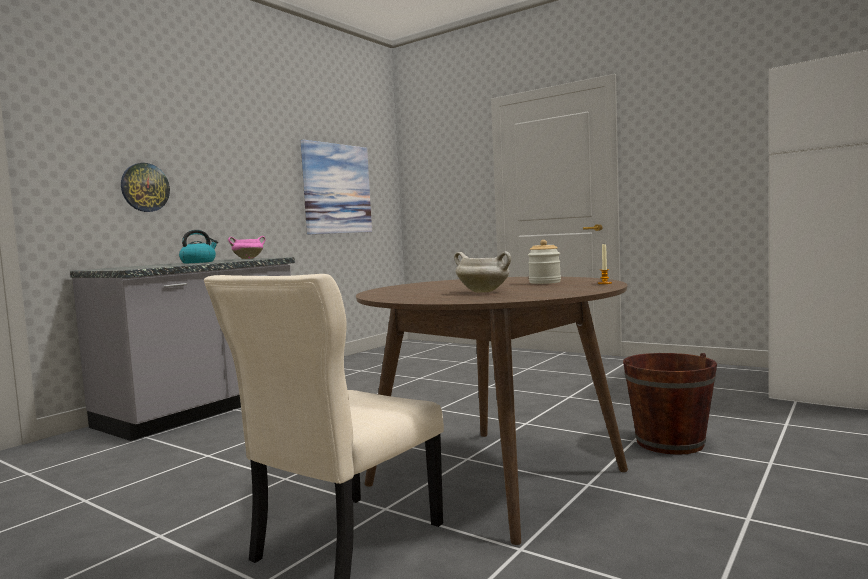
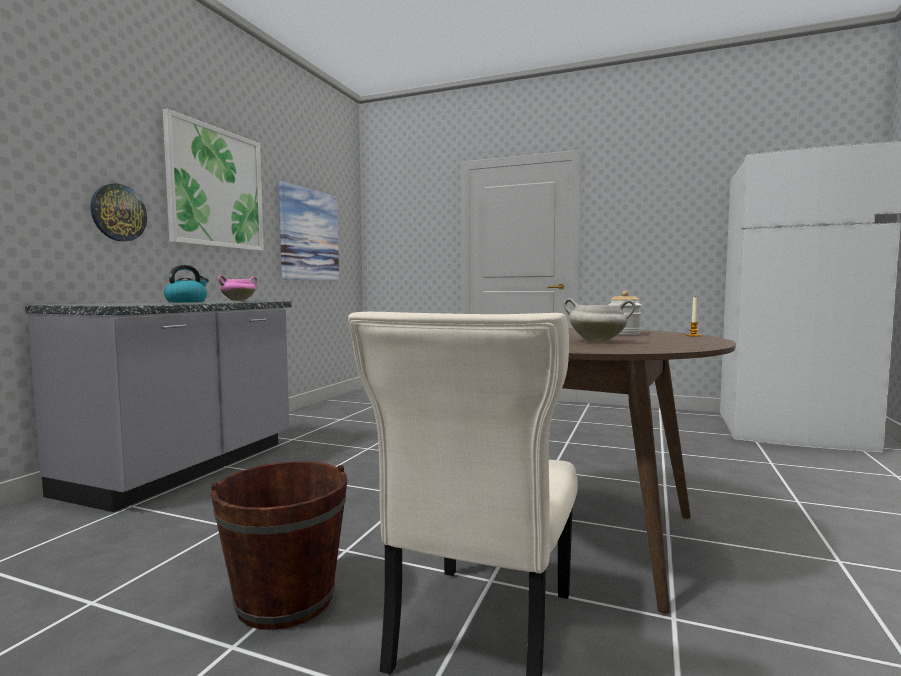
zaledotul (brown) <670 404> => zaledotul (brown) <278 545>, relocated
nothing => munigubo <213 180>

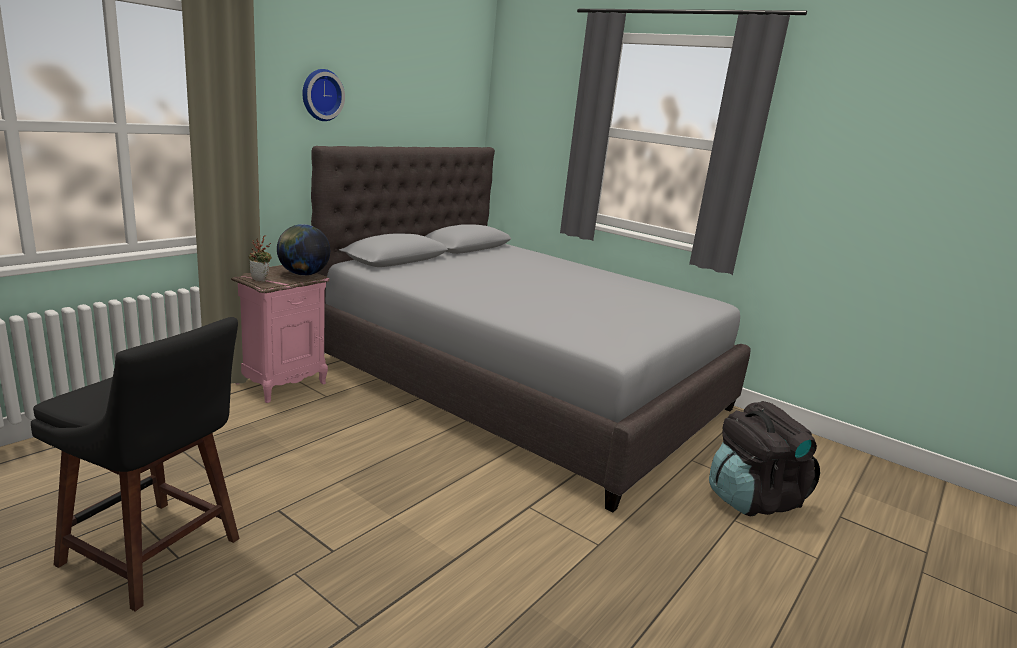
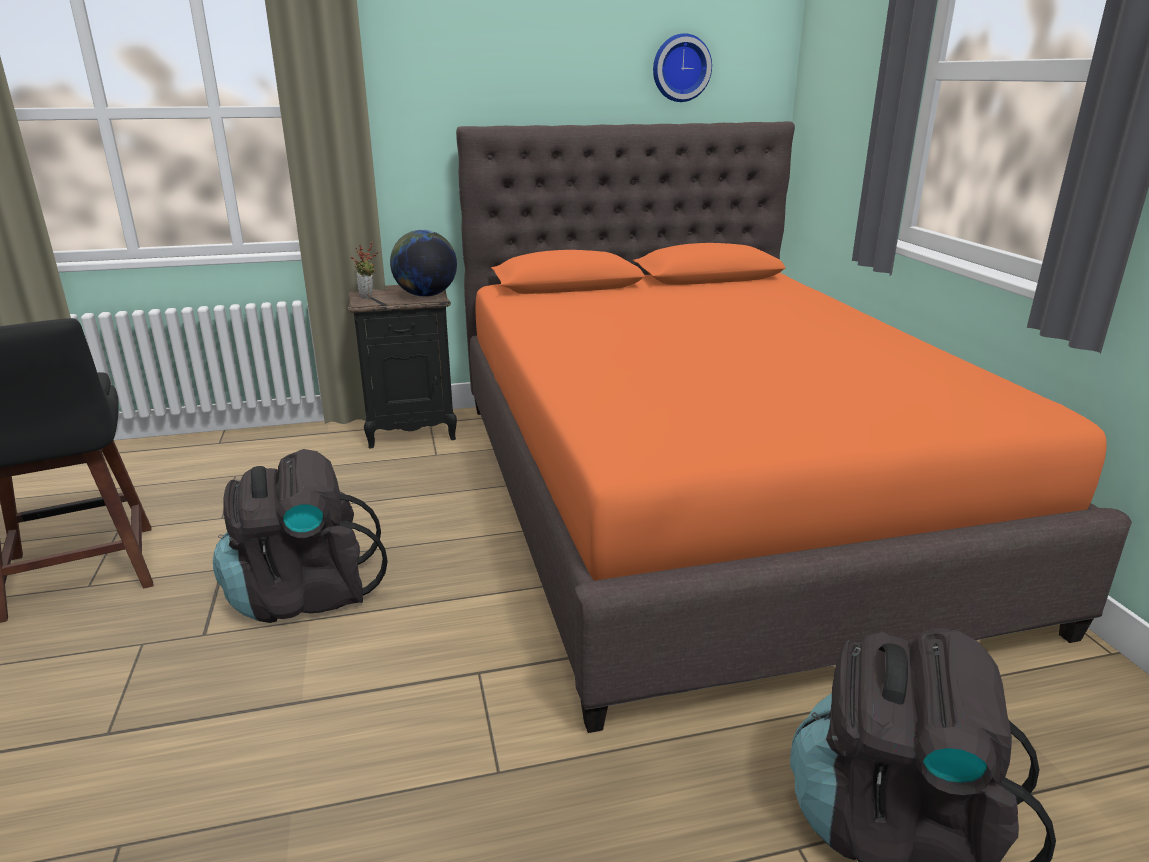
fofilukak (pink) <280 334> => fofilukak (black) <402 366>
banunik <323 95> => banunik <682 67>, relocated
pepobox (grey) <531 329> => pepobox (orange) <794 427>
nothing => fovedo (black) <300 536>

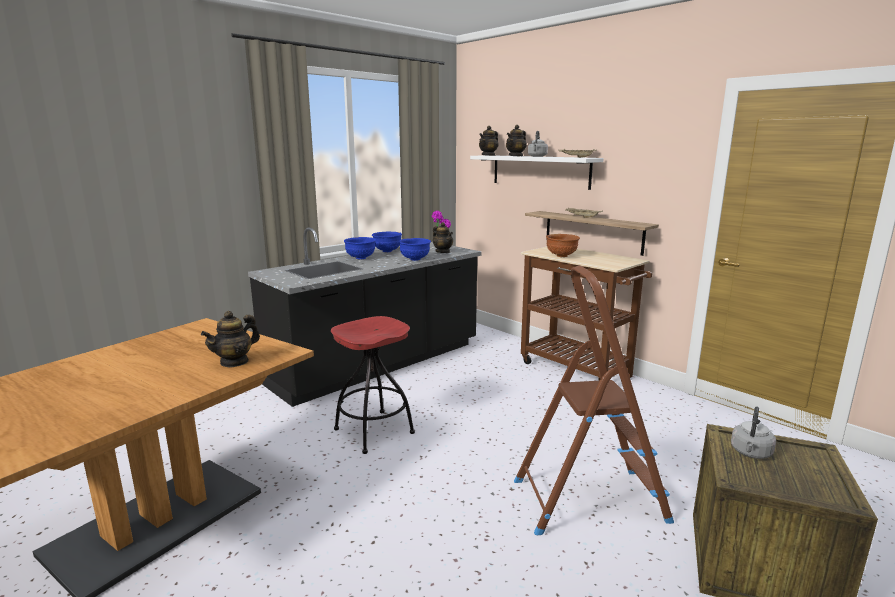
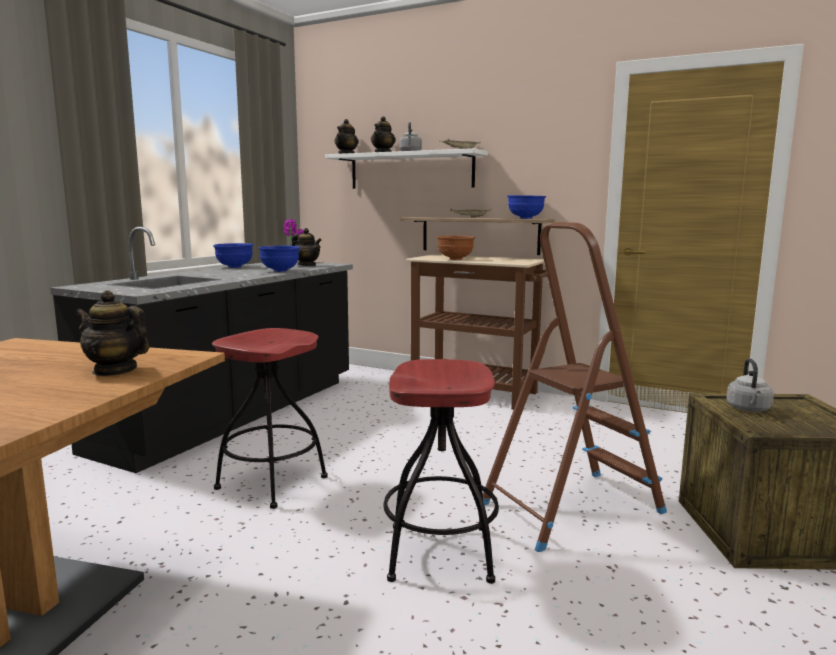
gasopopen <230 339> => gasopopen <112 333>, 90 degrees clockwise
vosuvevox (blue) <360 248> => vosuvevox (blue) <526 207>, relocated
nothing => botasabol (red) <441 471>

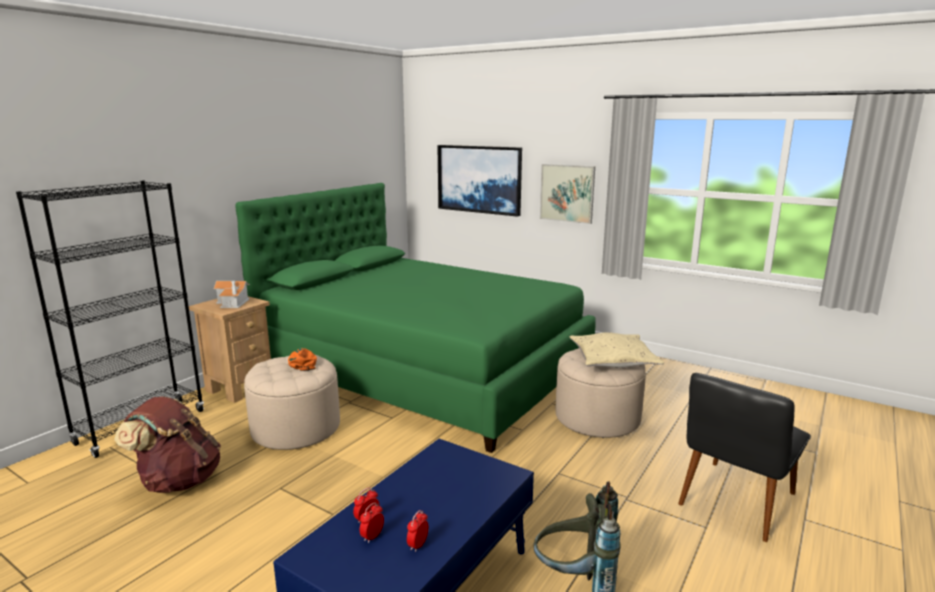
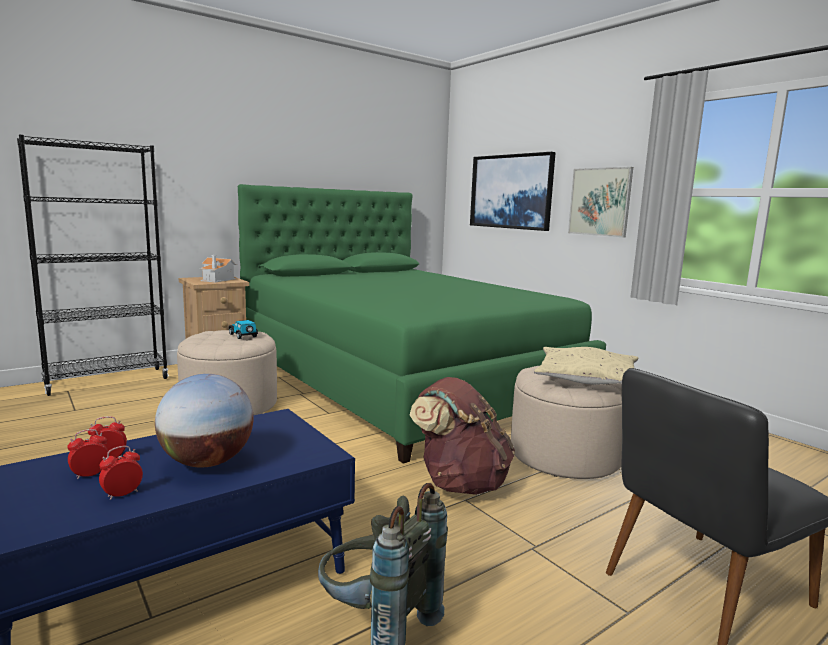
fovedo (brown) <167 444> => fovedo (brown) <462 436>, relocated
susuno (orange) <302 359> => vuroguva <243 329>
nothing => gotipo <204 421>

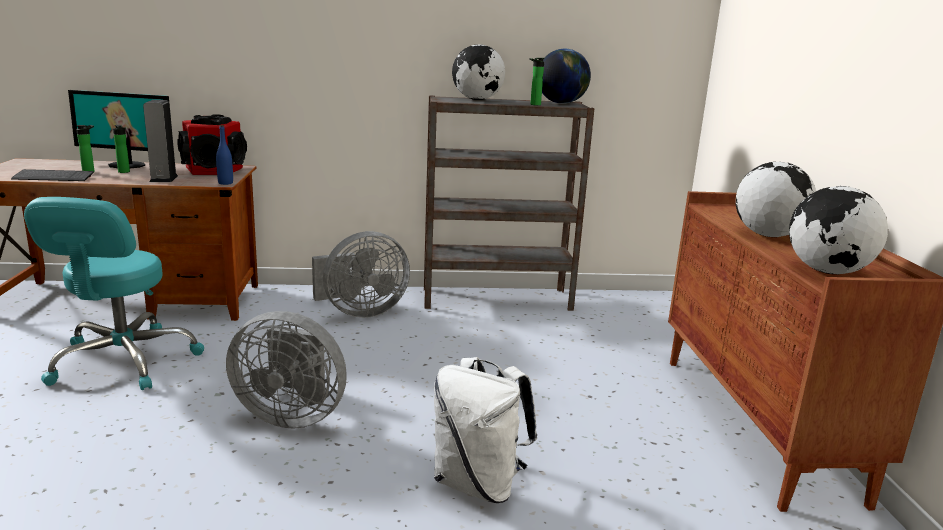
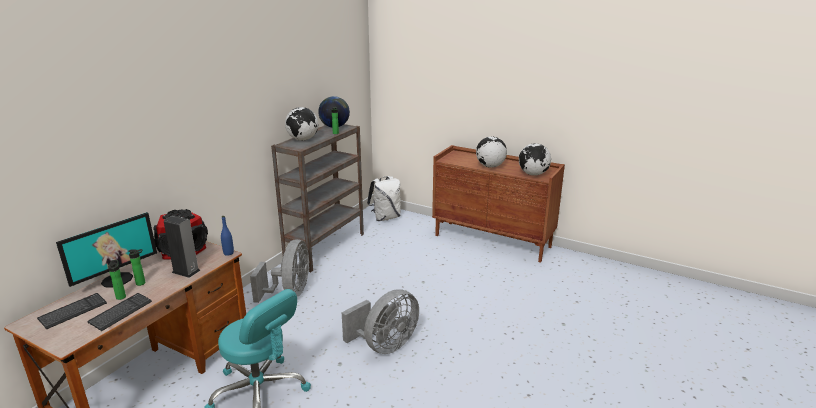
fovedo (white) <485 430> => fovedo (white) <384 198>, relocated
nothing => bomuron <72 311>

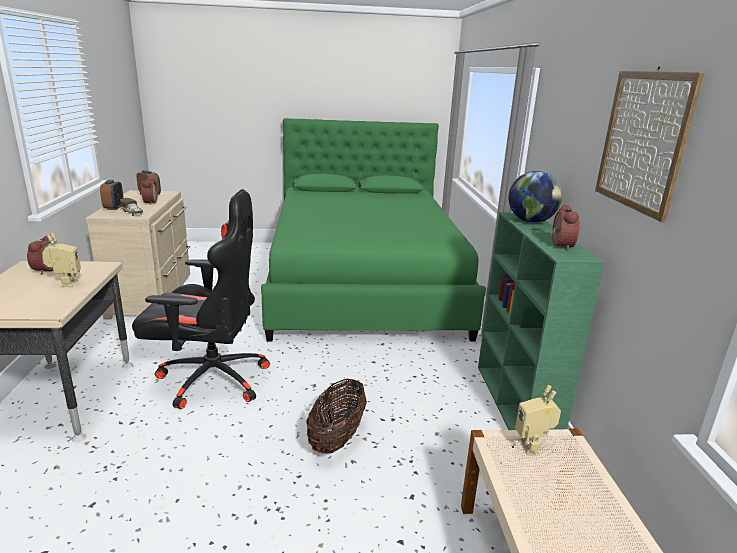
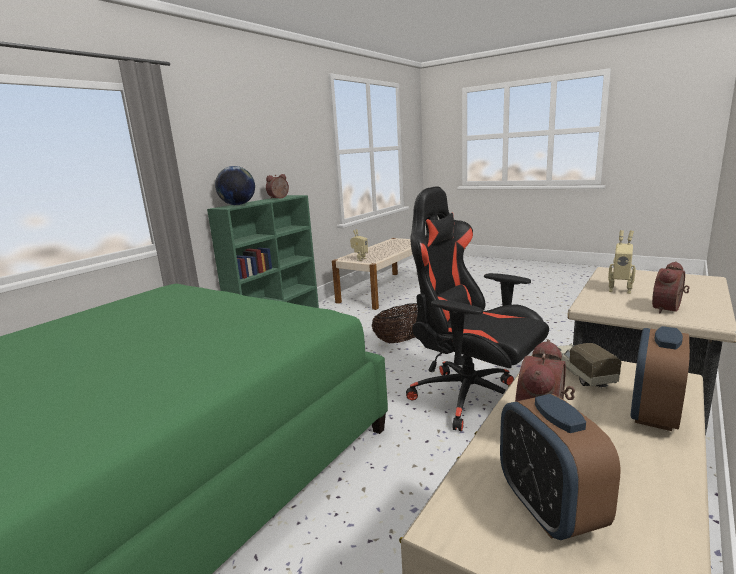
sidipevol <61 259> => sidipevol <622 262>, 90 degrees counterclockwise
munigubo <649 144> => nothing

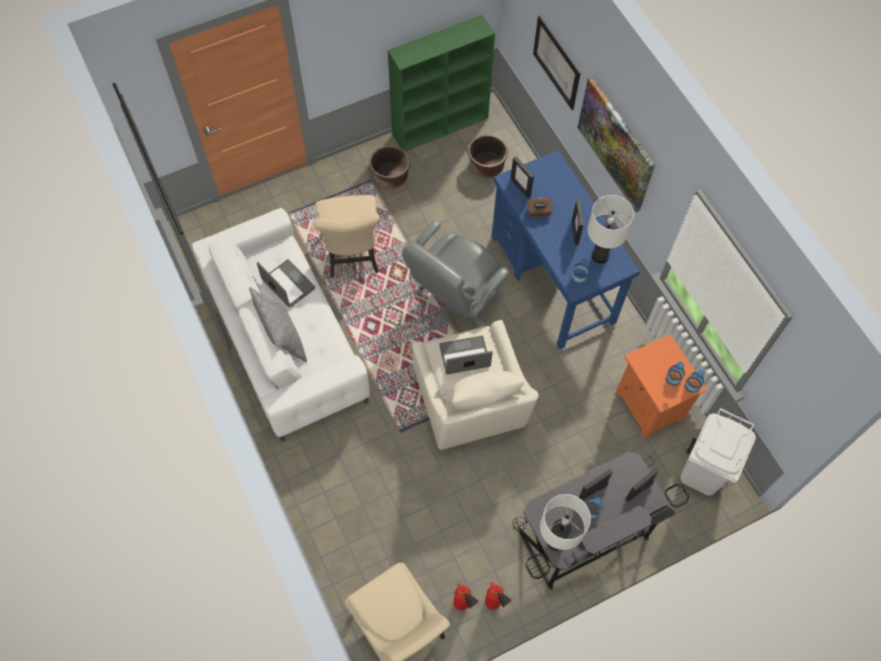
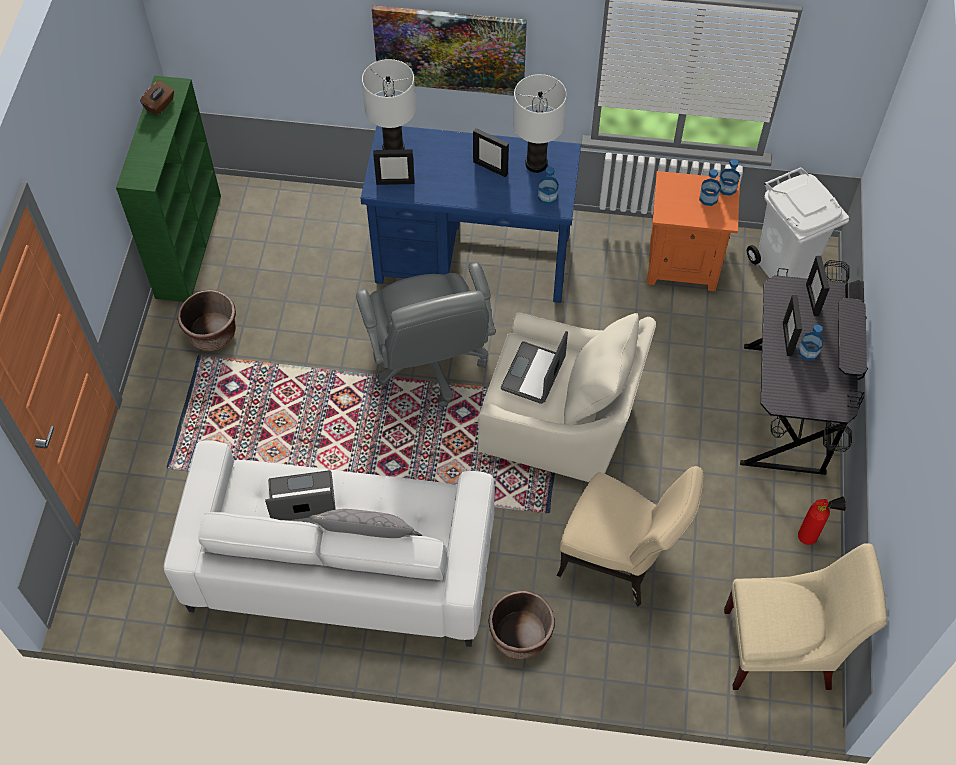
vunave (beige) <347 236> => vunave (beige) <630 536>, relocated
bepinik <466 596> => nothing
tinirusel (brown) <487 156> => tinirusel (brown) <521 624>, relocated
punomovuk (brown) <540 207> => punomovuk (brown) <157 97>, relocated
munigubo <557 62> => nothing
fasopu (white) <565 522> => fasopu (white) <389 104>, relocated

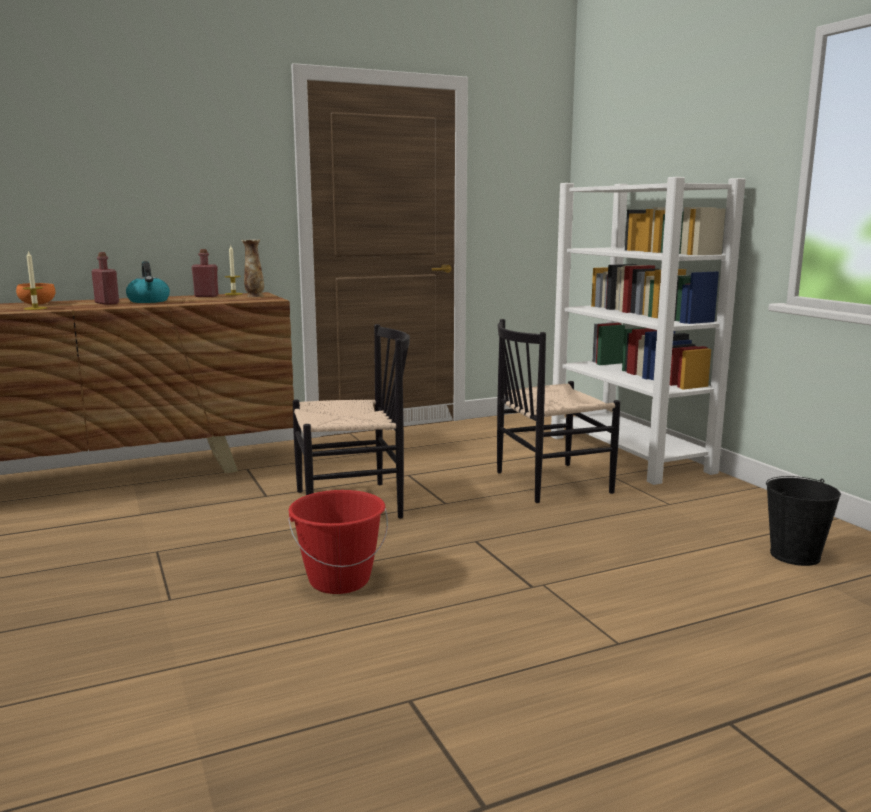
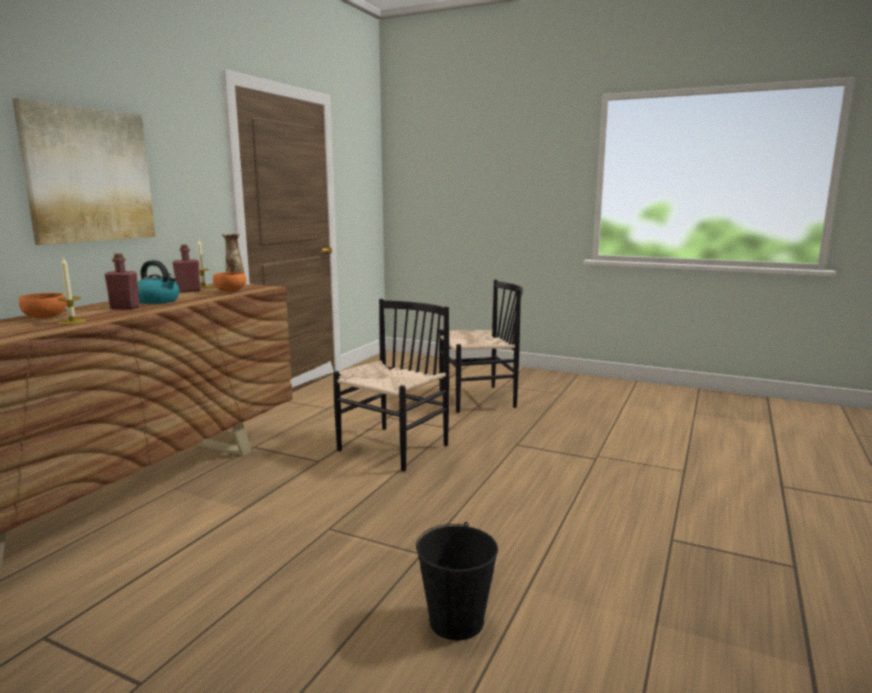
zaledotul (red) <338 542> => nothing
vunave (black) <558 411> => vunave (black) <481 346>, 135 degrees counterclockwise
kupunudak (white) <648 331> => nothing
zaledotul (black) <803 521> => zaledotul (black) <457 581>, relocated
nothing => munigubo <83 171>
nothing => vosuvevox (orange) <229 282>

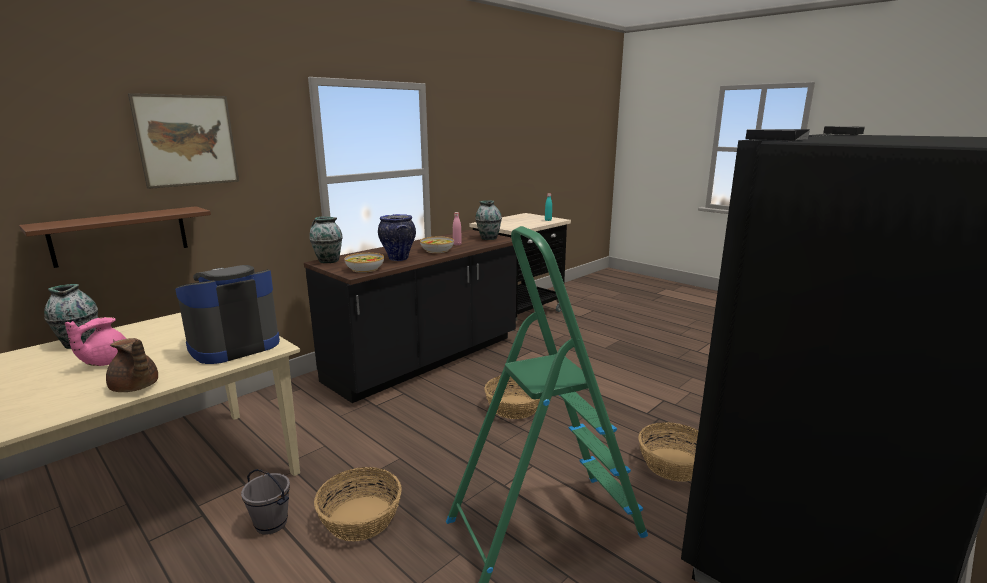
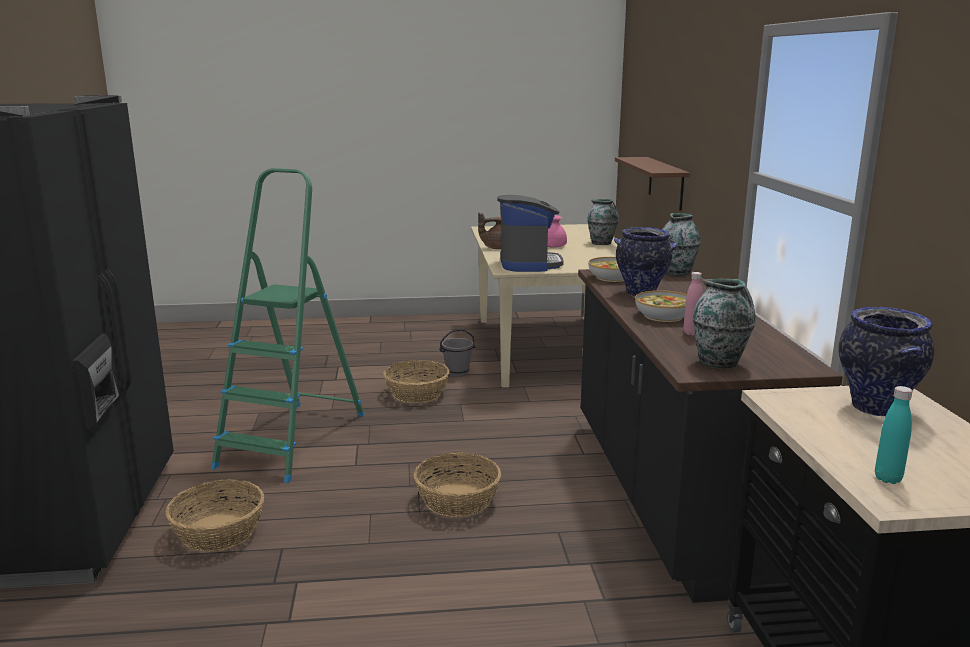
munigubo <183 141> => nothing
nothing => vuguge <886 361>

